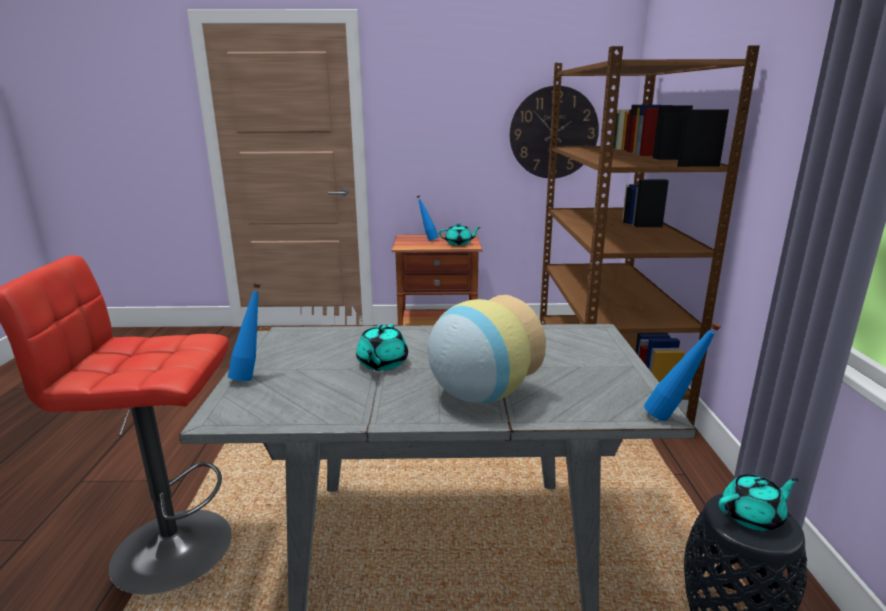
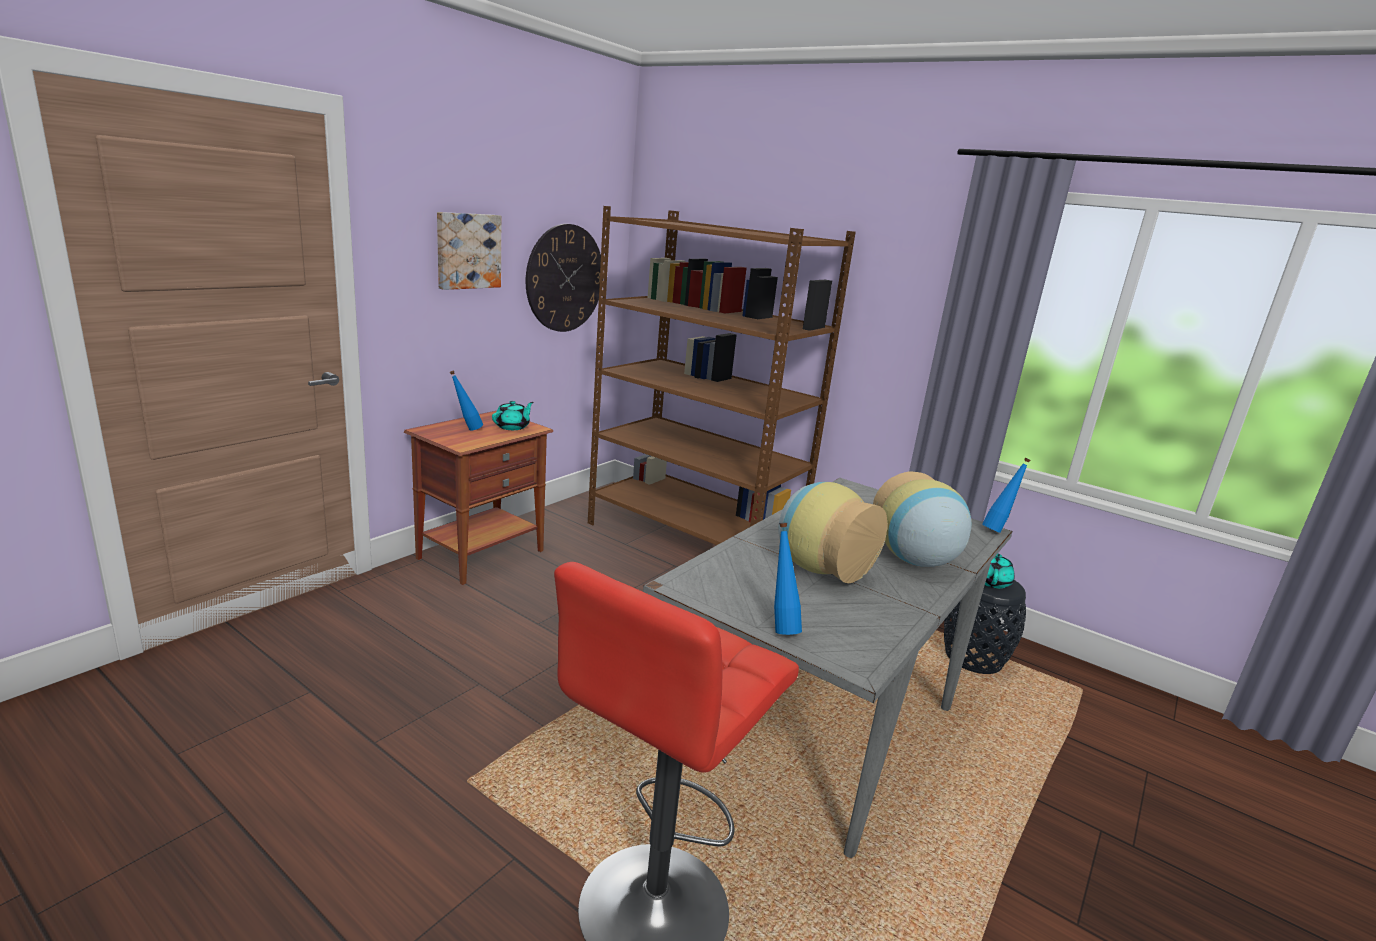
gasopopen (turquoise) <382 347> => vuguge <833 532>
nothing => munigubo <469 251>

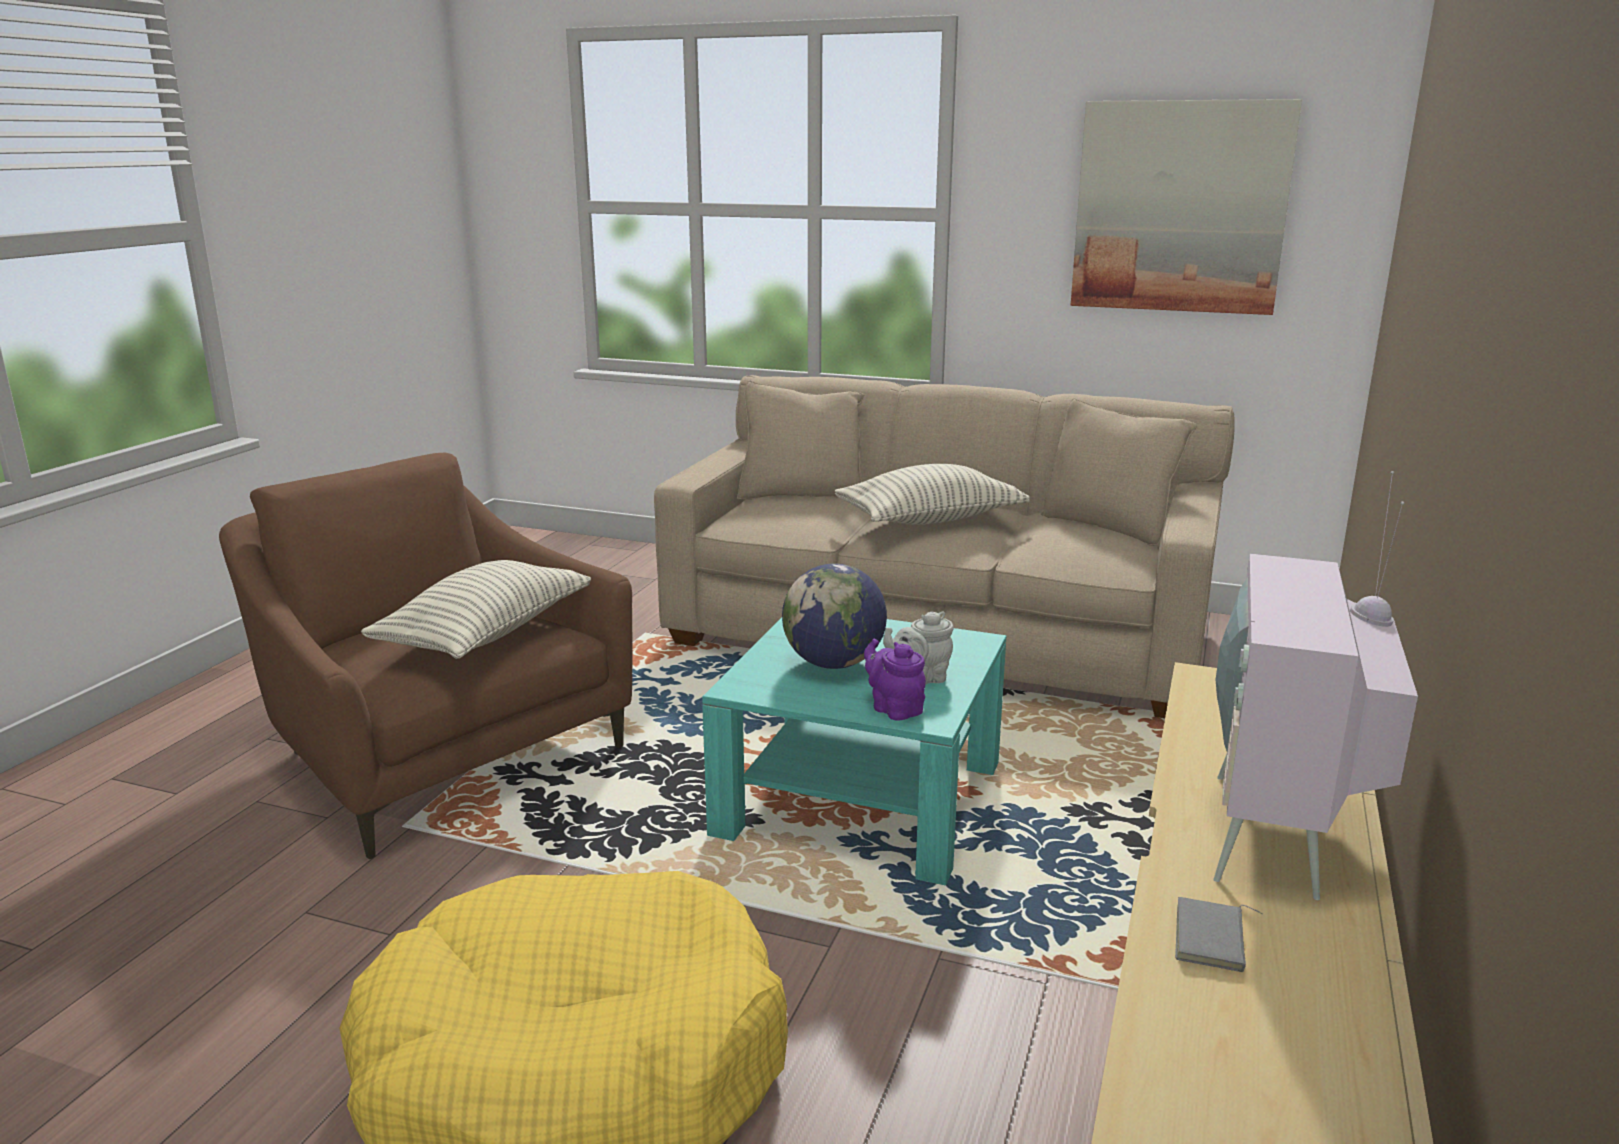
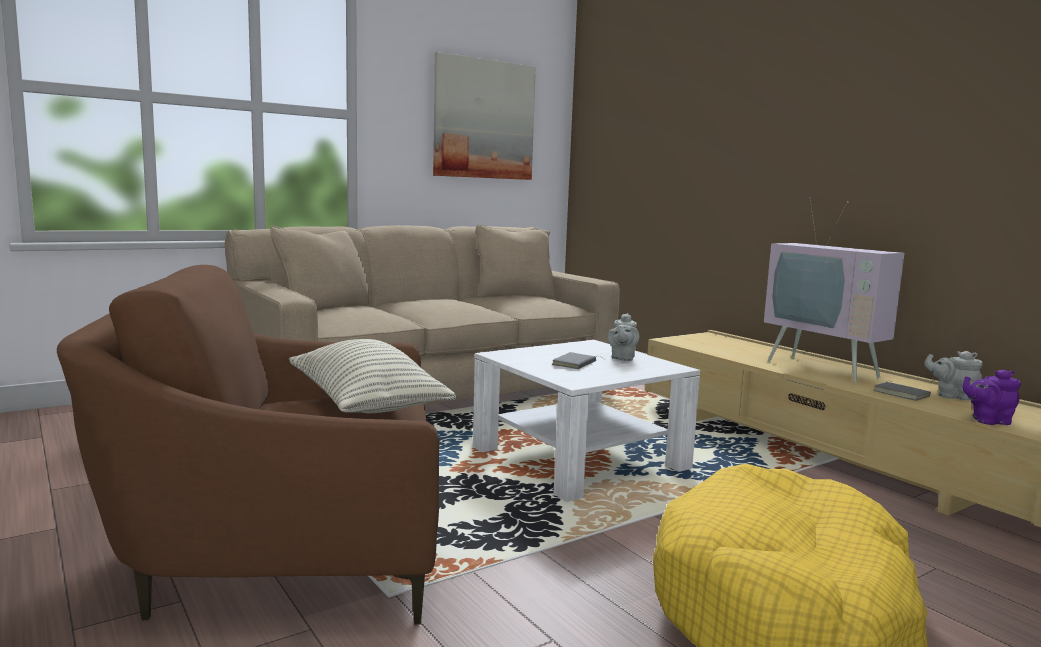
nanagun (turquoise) <854 751> => nanagun (white) <586 421>
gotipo <834 616> => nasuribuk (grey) <578 360>
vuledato <932 494> => nothing
gasopopen (purple) <895 680> => gasopopen (purple) <991 397>, relocated
nothing => gasopopen (grey) <954 376>

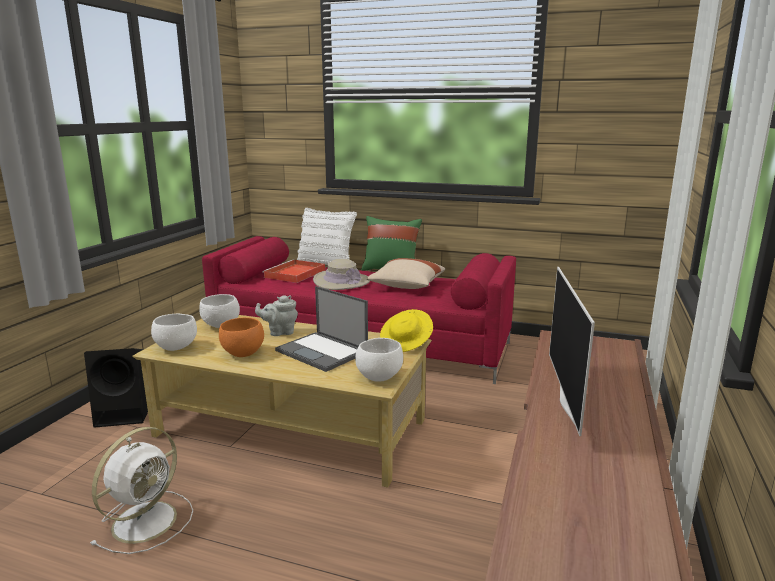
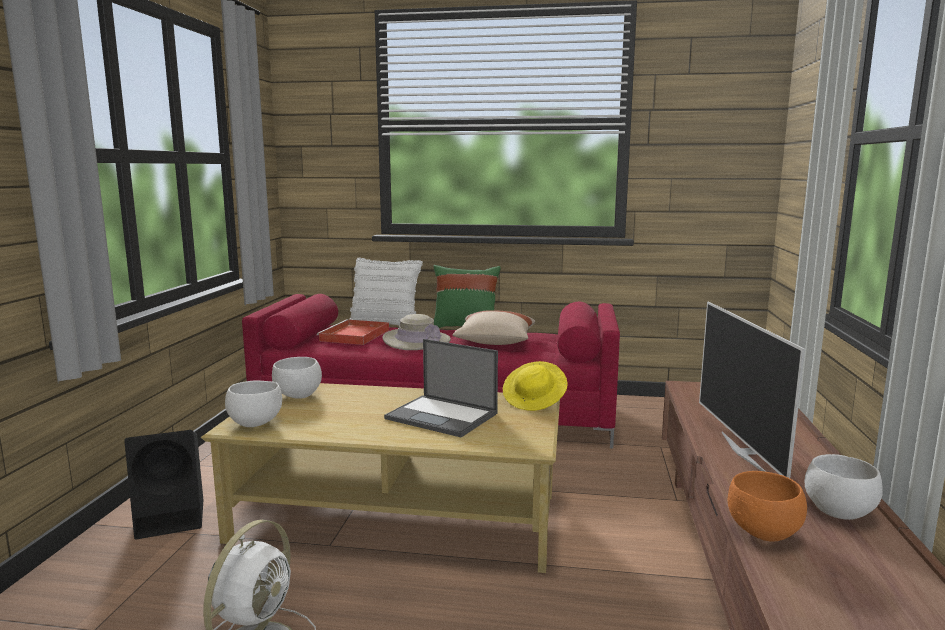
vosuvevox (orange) <241 337> => vosuvevox (orange) <767 506>, relocated
gasopopen (grey) <276 315> => nothing
vosuvevox (white) <379 360> => vosuvevox (white) <844 487>, relocated

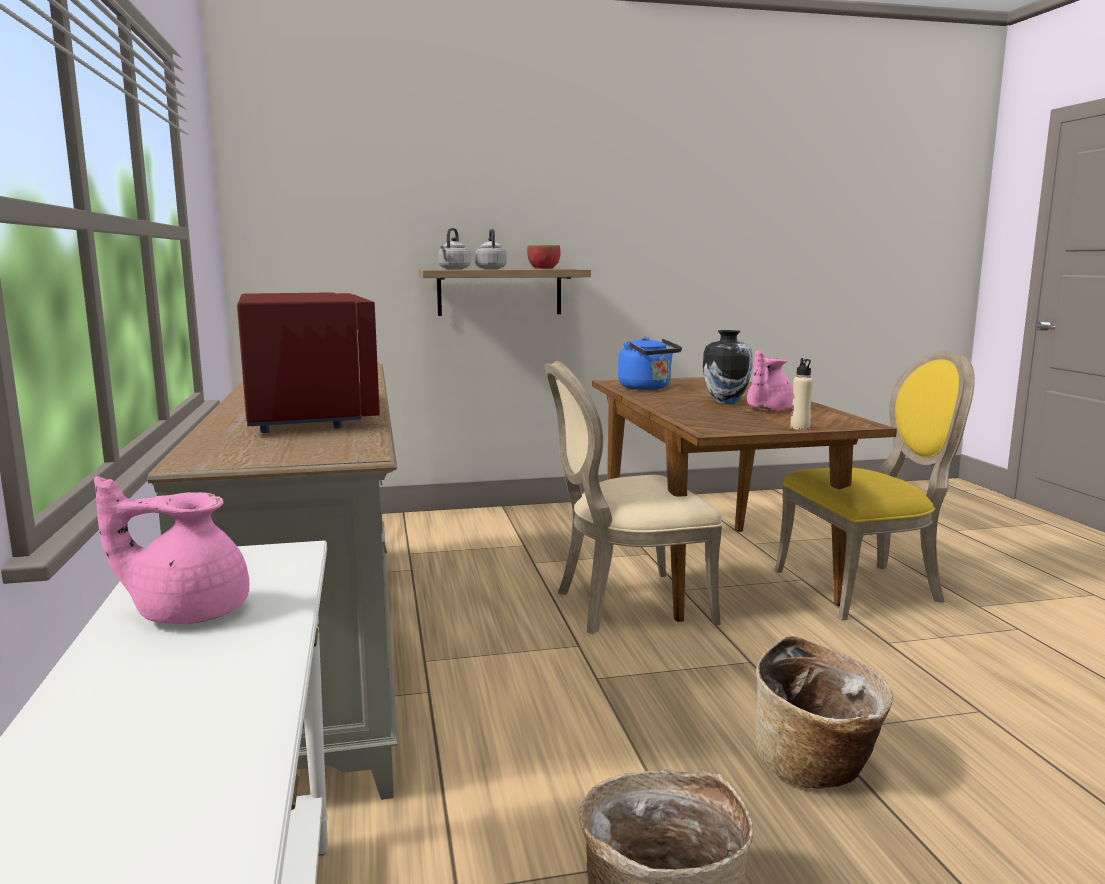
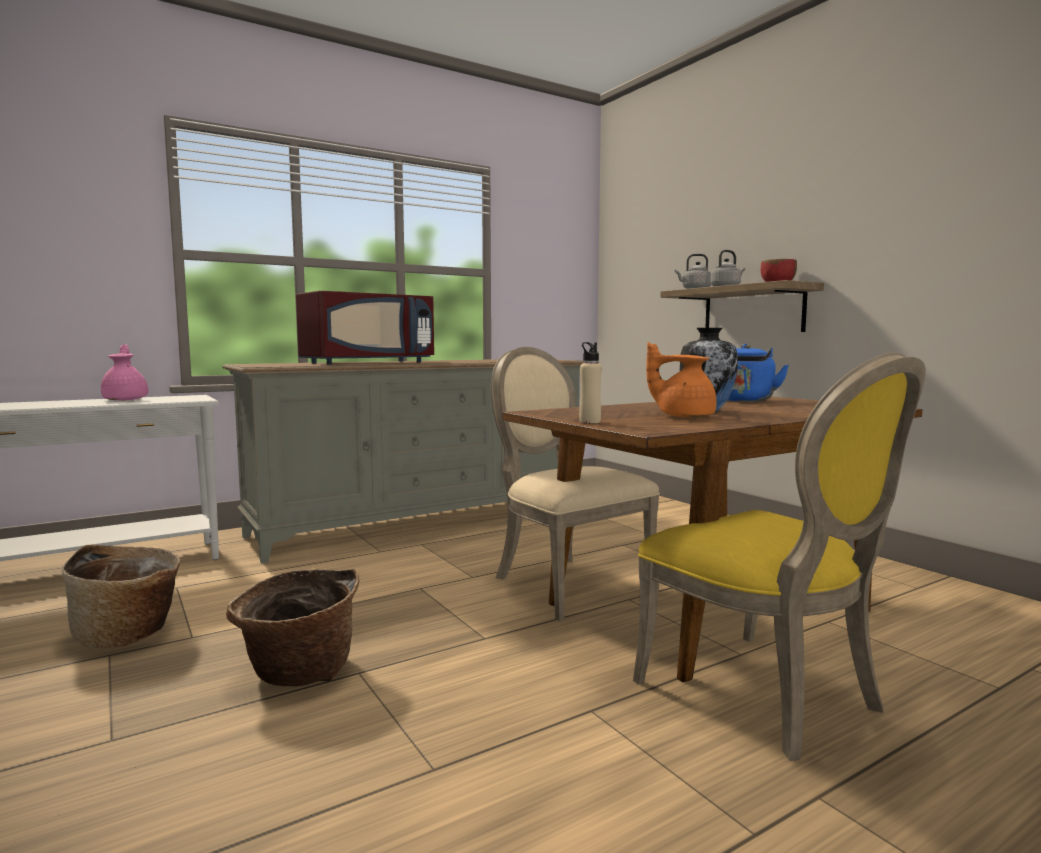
gasopopen (pink) <770 380> => gasopopen (orange) <681 380>

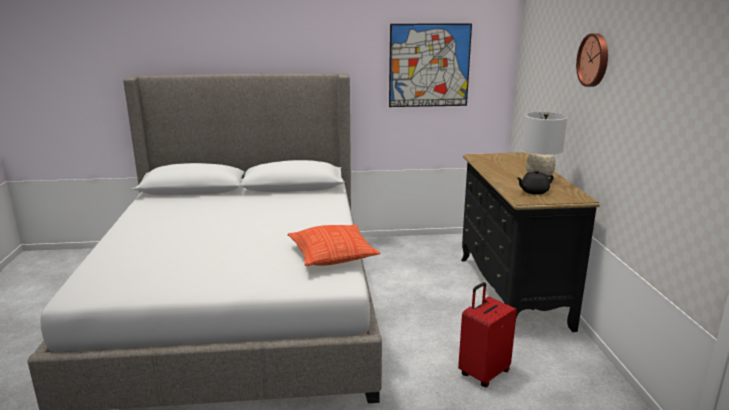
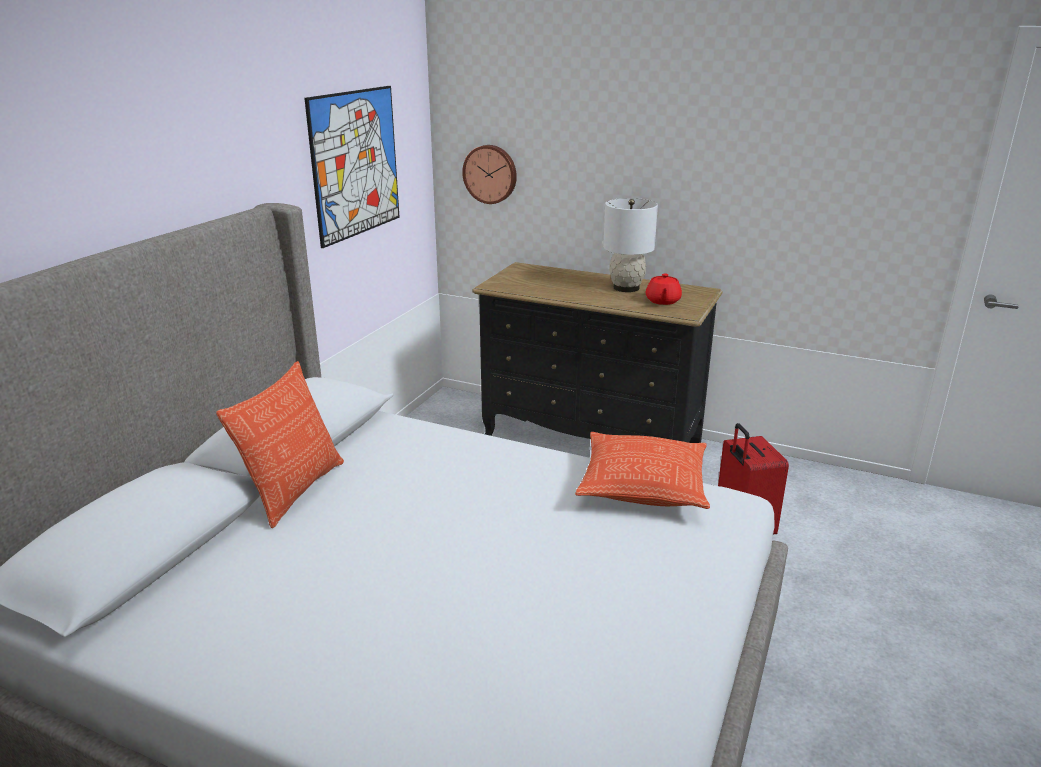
gasopopen (black) <535 182> => gasopopen (red) <664 289>
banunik <592 60> => banunik <489 174>, relocated
nothing => vuledato (orange) <280 444>

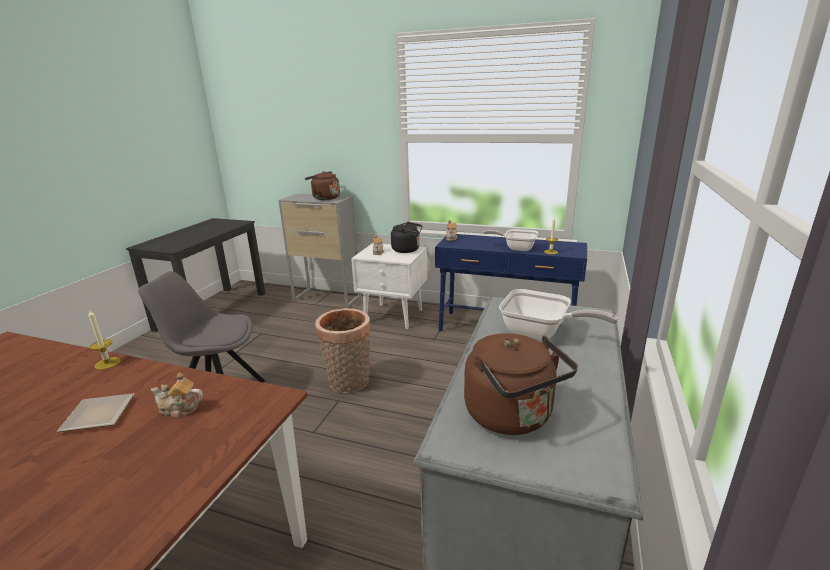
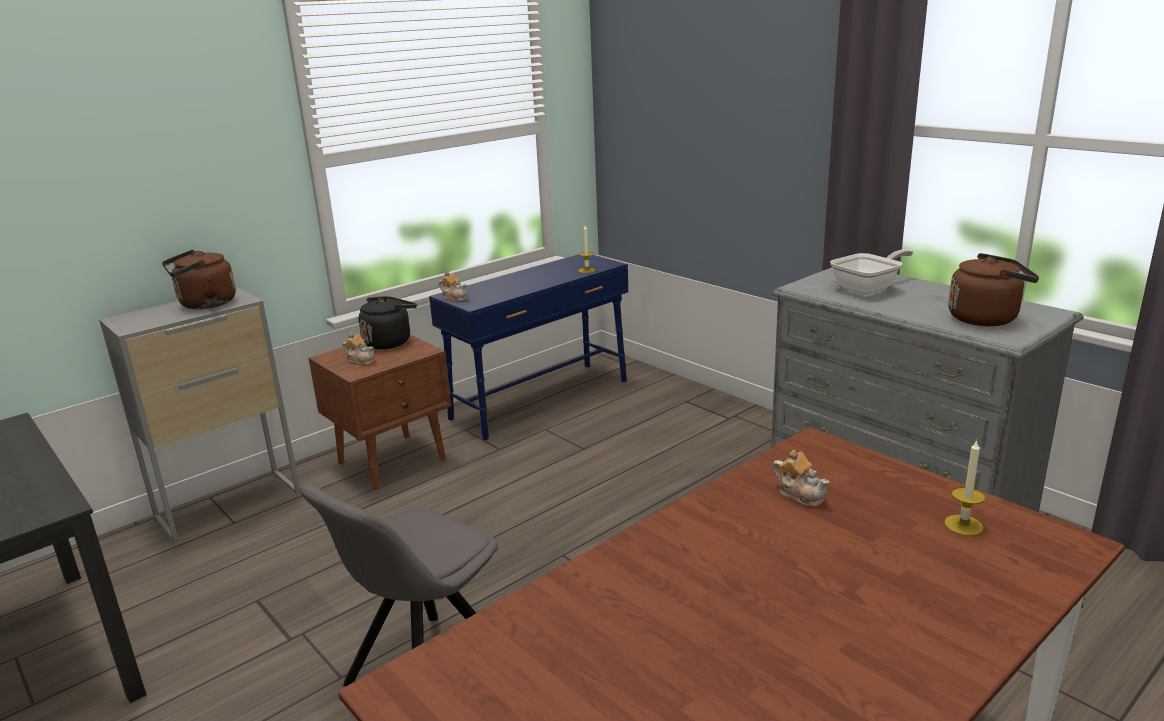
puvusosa <95 412> => nothing
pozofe <104 340> => pozofe <965 488>, relocated
gasopopen <177 395> => gasopopen <801 478>, 75 degrees counterclockwise
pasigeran <343 350> => nothing
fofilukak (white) <389 286> => fofilukak (brown) <380 412>
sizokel <510 240> => nothing

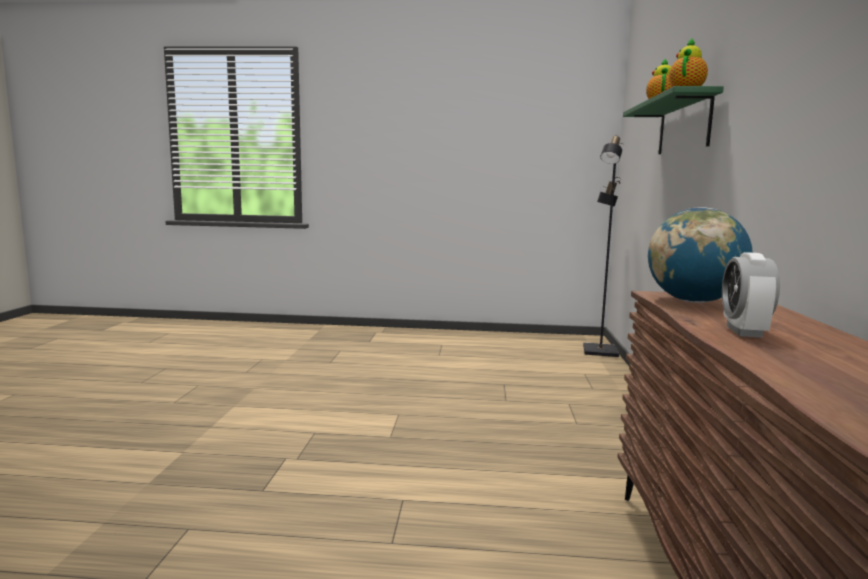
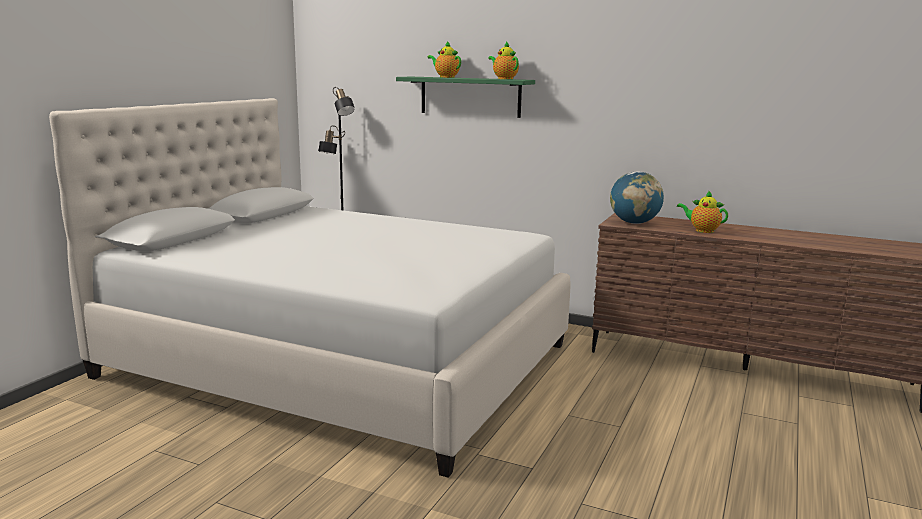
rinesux <751 295> => gasopopen <702 211>
nothing => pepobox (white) <310 288>

